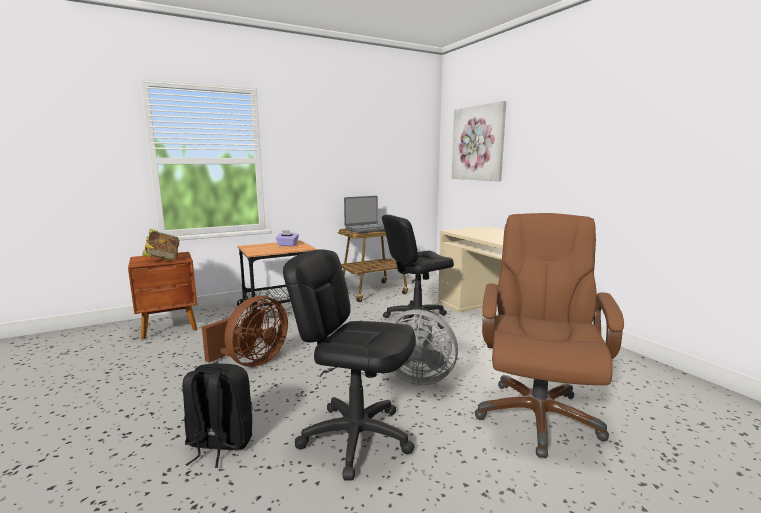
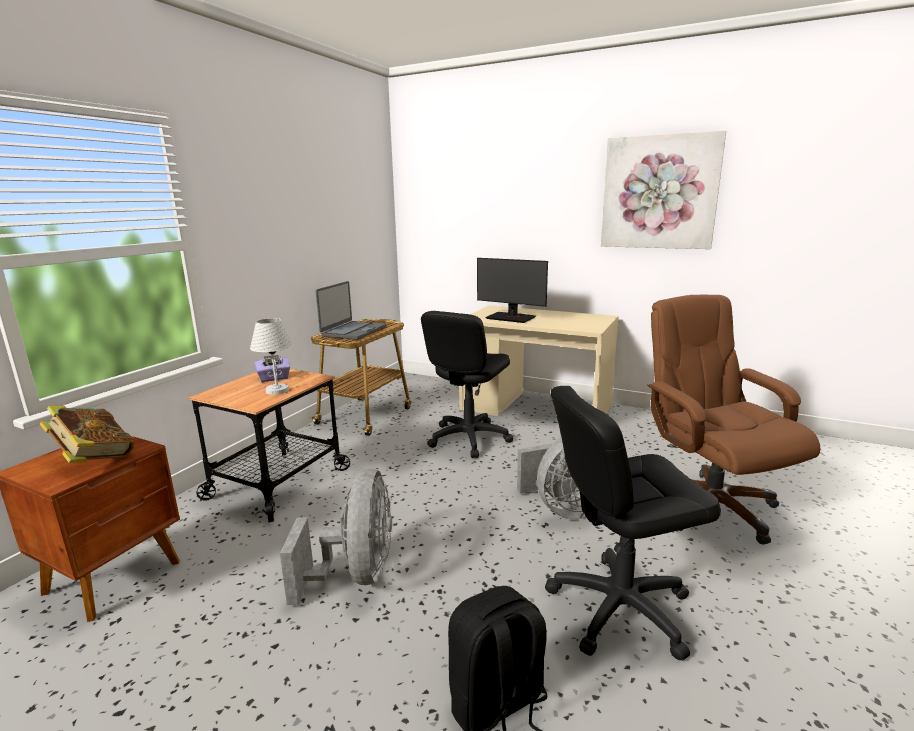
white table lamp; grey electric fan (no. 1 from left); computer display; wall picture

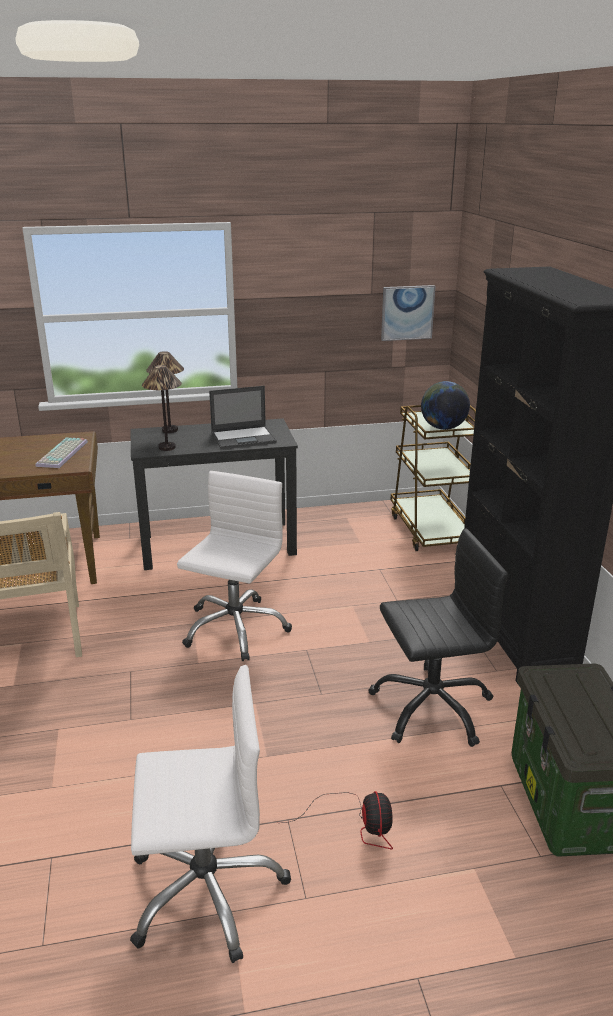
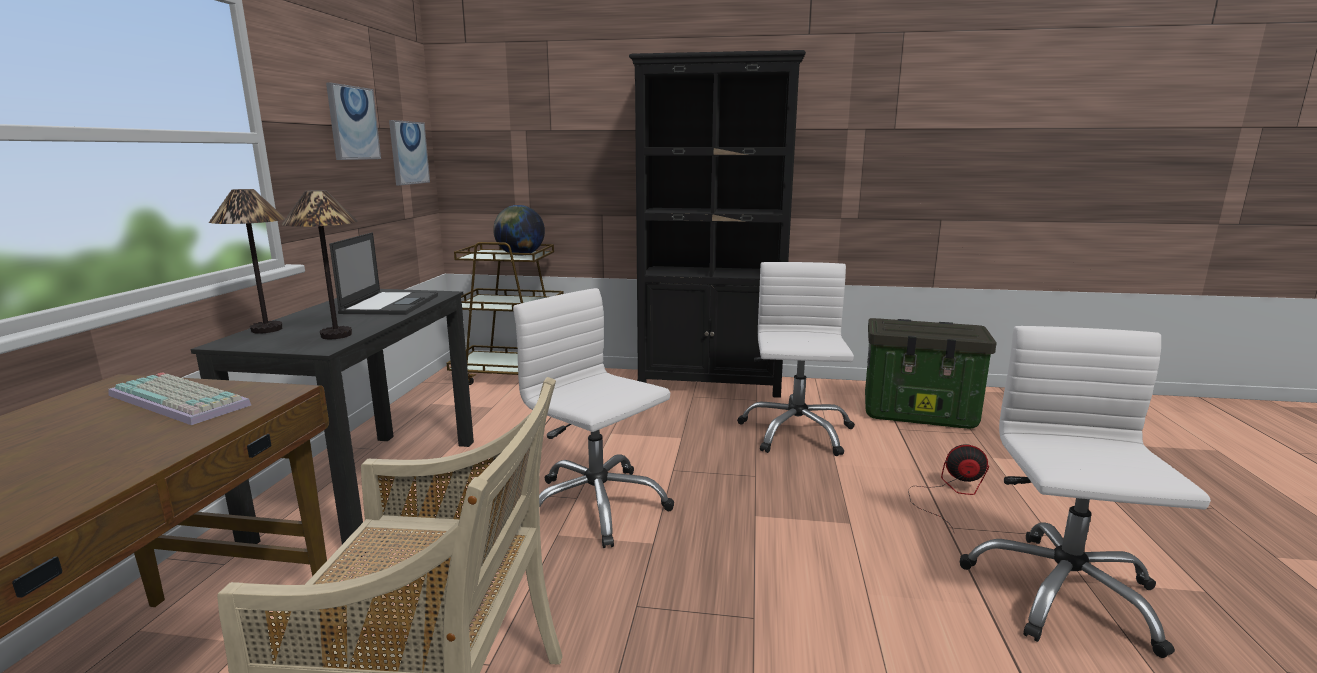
wall picture (no. 1 from left); white computer chair (no. 2 from left)

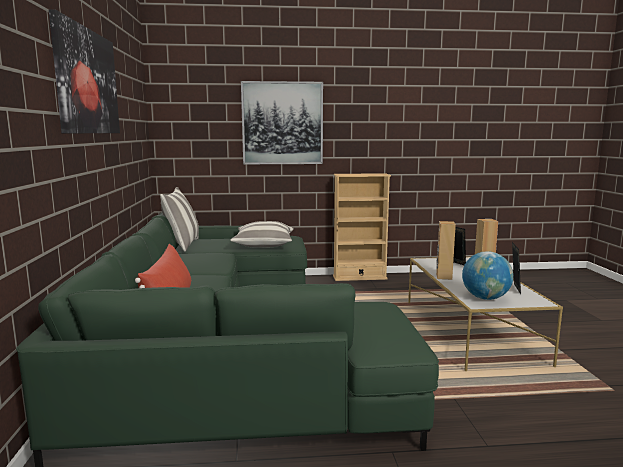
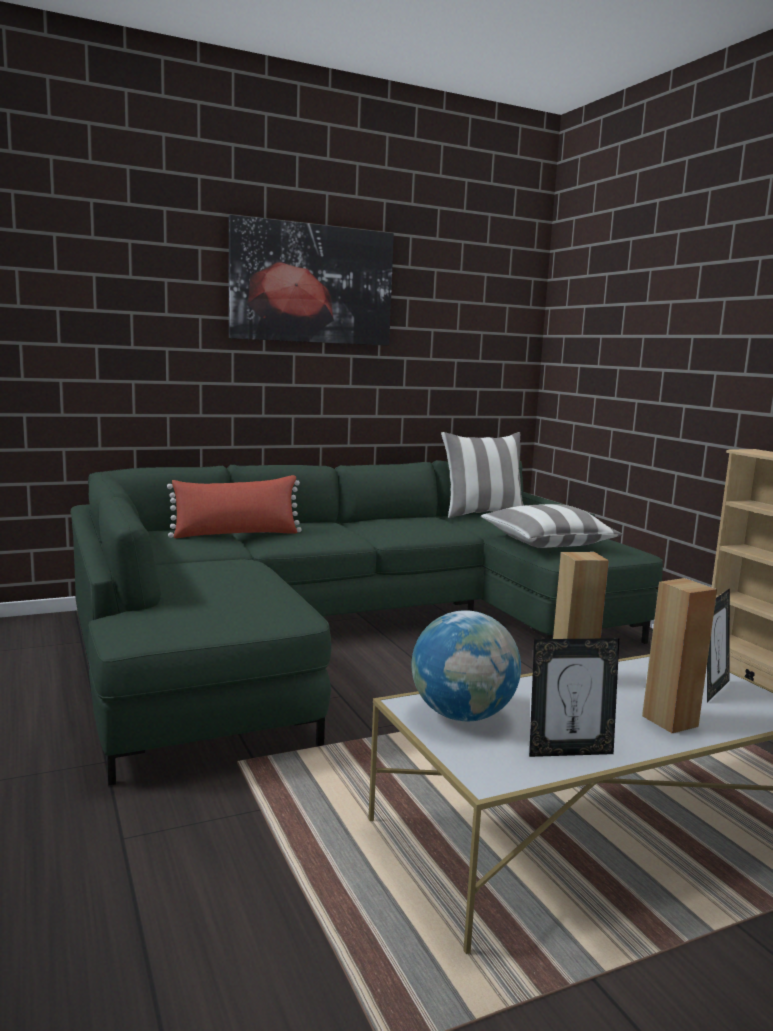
wall picture (no. 2 from left in the first image)

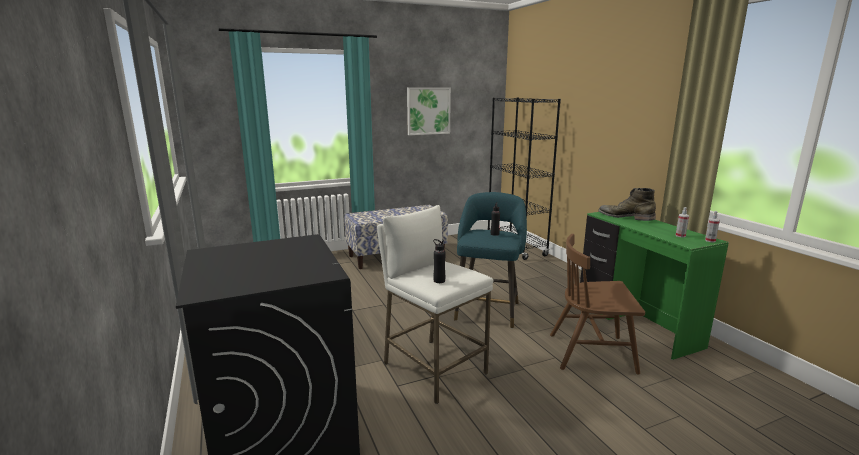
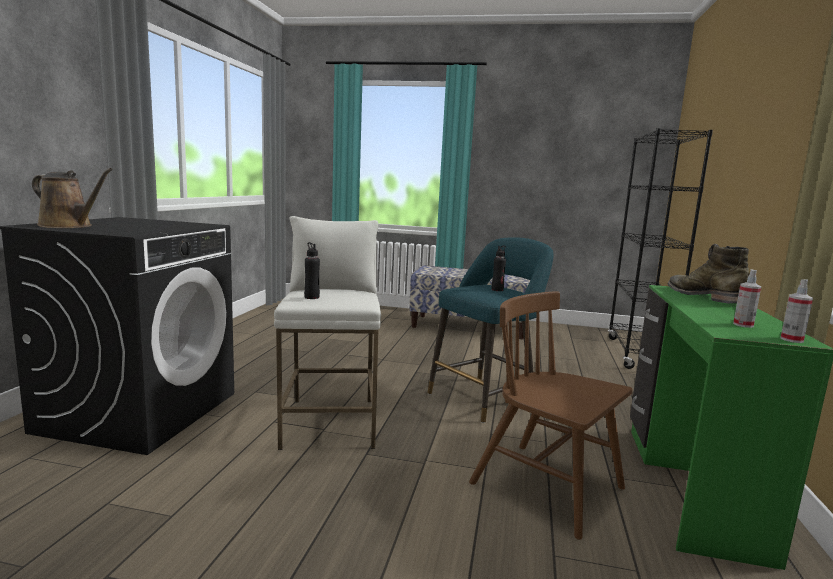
brown watering pot; wall picture

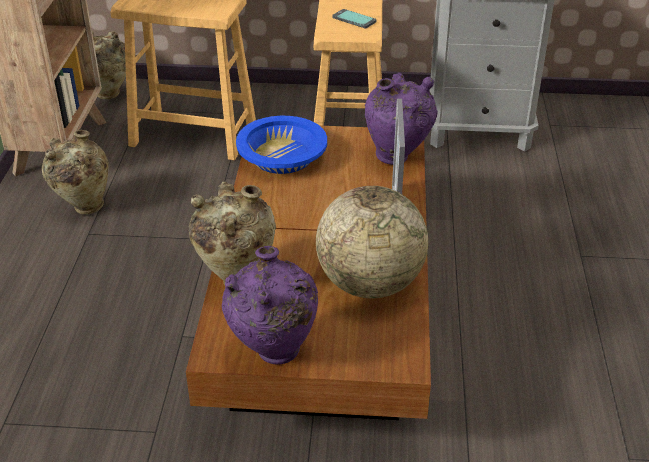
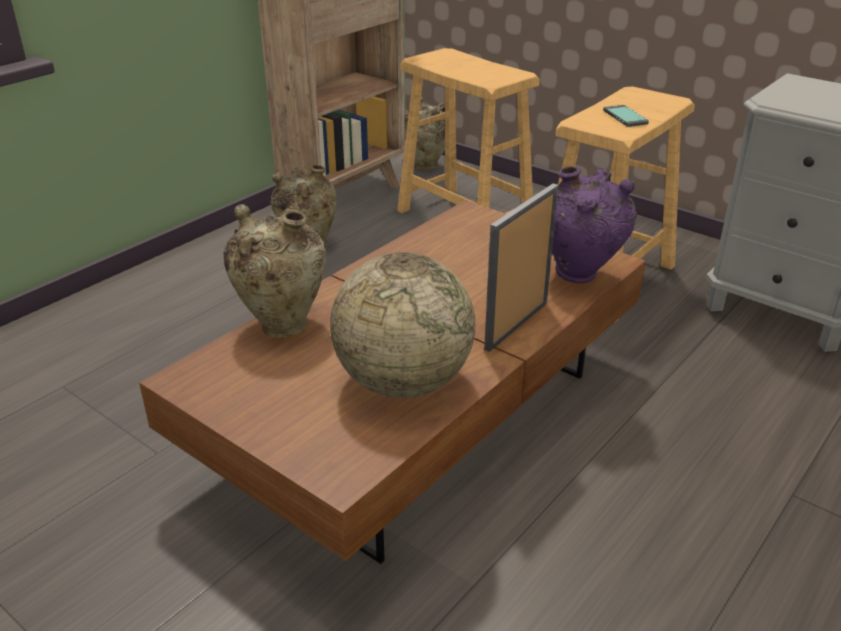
purple-coloured flower vase (no. 1 from left in the first image); blue-coloured bowl

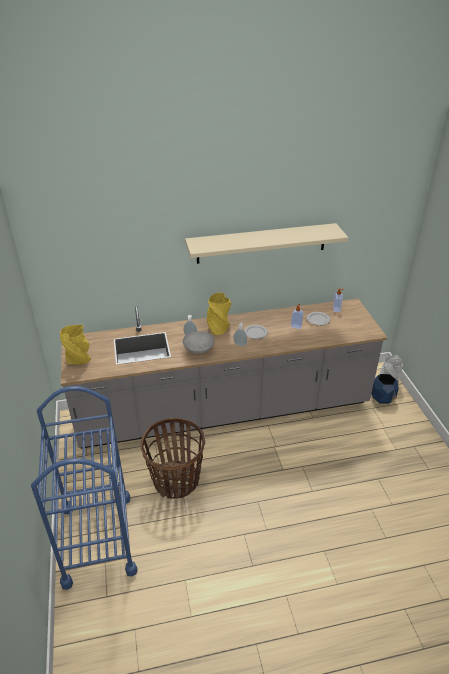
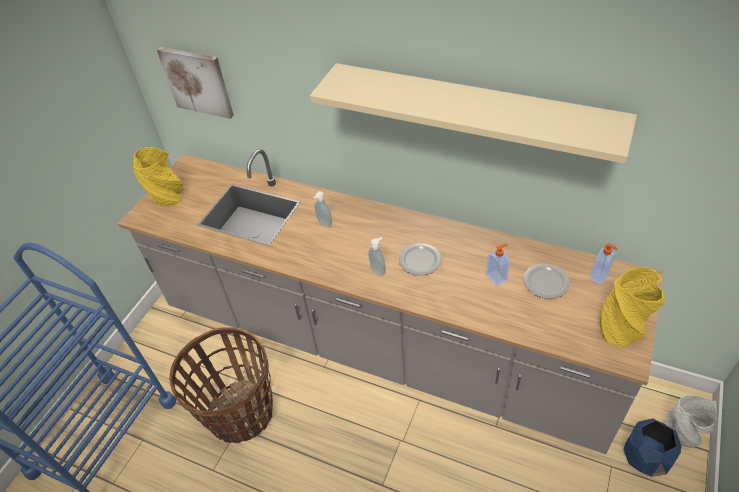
wall picture; yellow flower vase (no. 2 from left); grey bowl

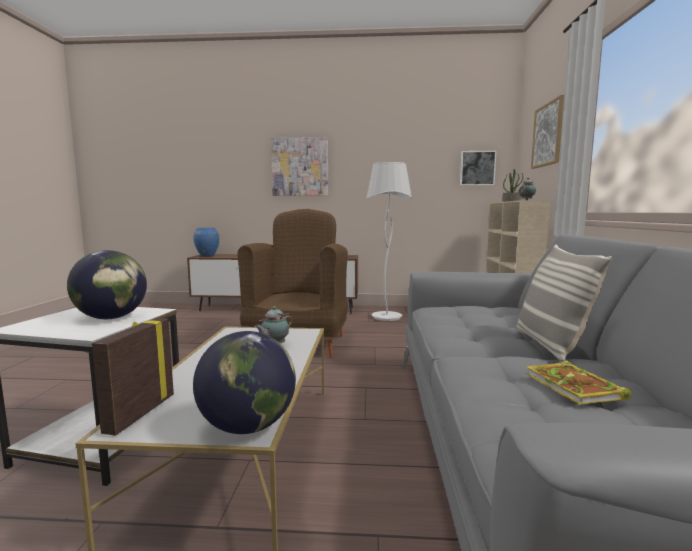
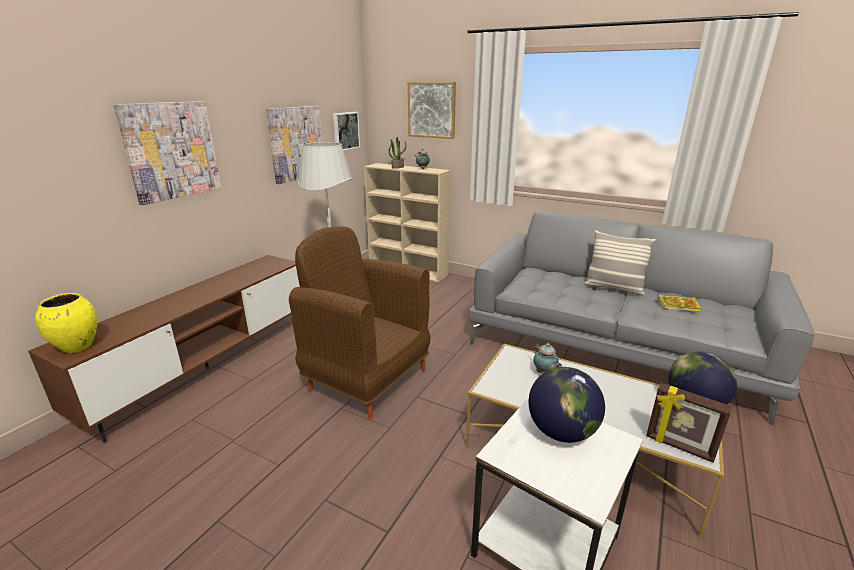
yellow flower vase; wall picture (no. 2 from left)

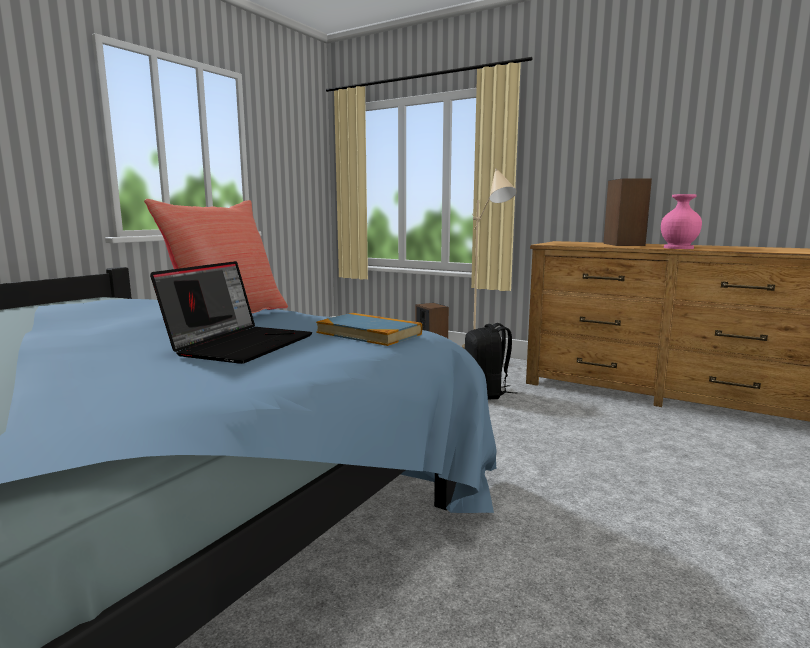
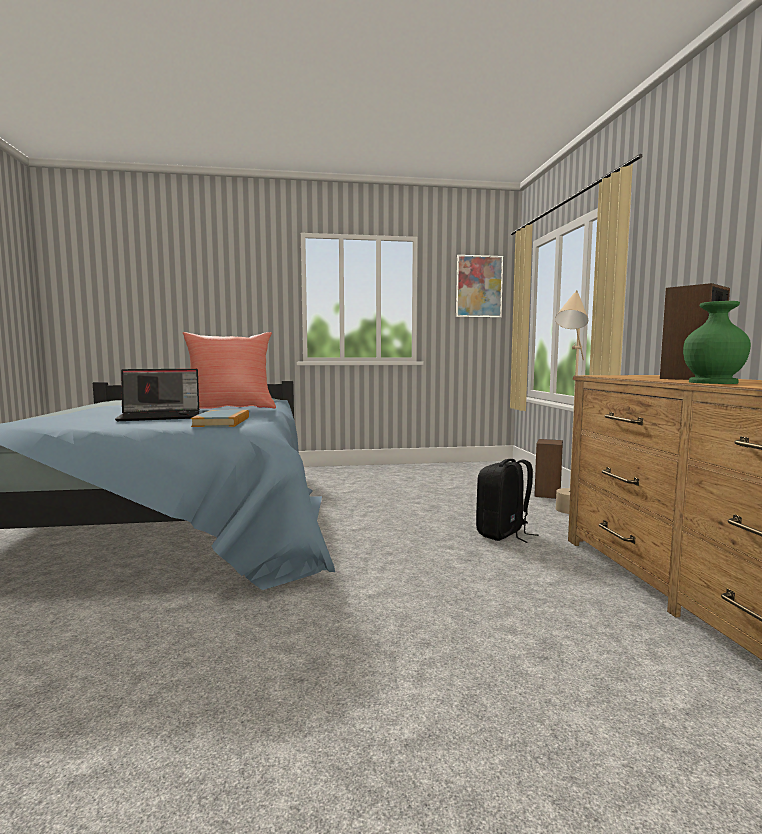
wall picture; green-coloured flower vase

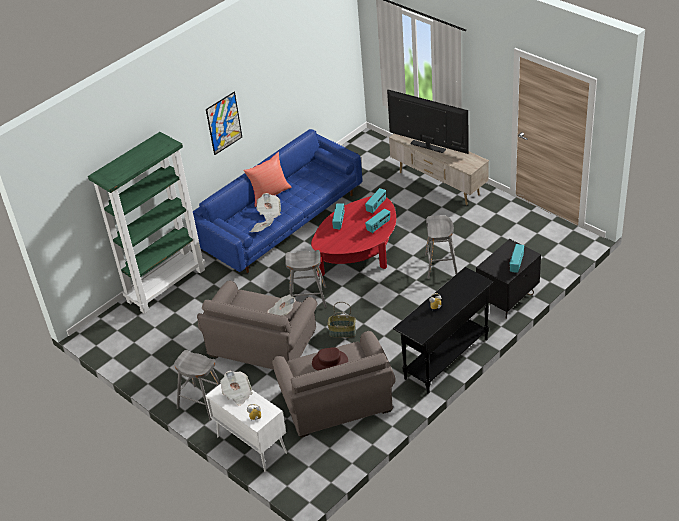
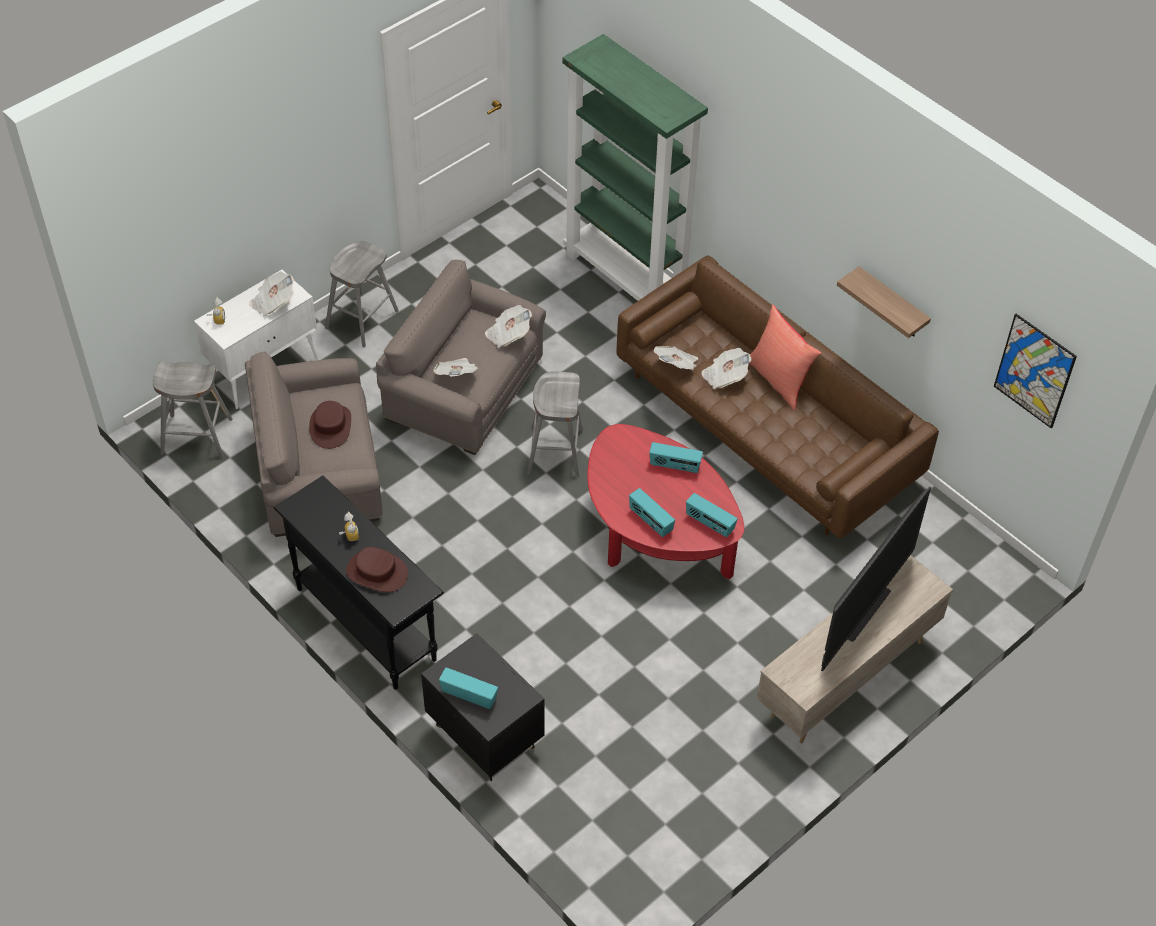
grey sitting stool (no. 1 from left); brown clothing hat (no. 2 from left); daily paper (no. 3 from left); brown sofa; bracket shelf; wall picture; basket

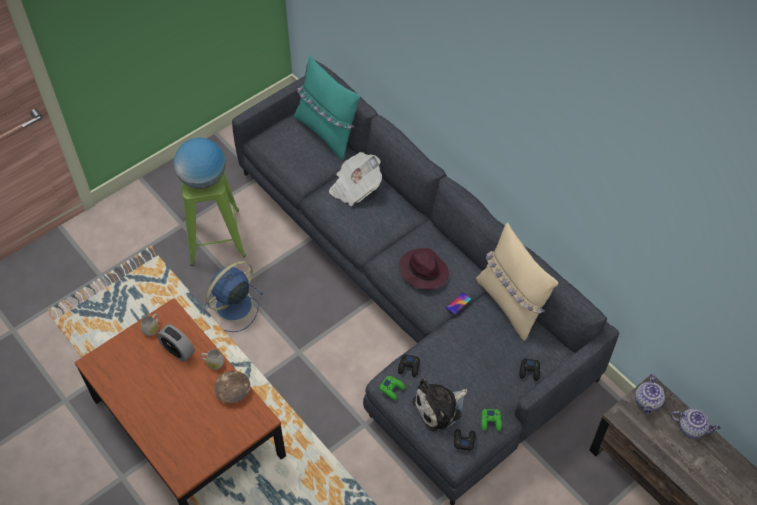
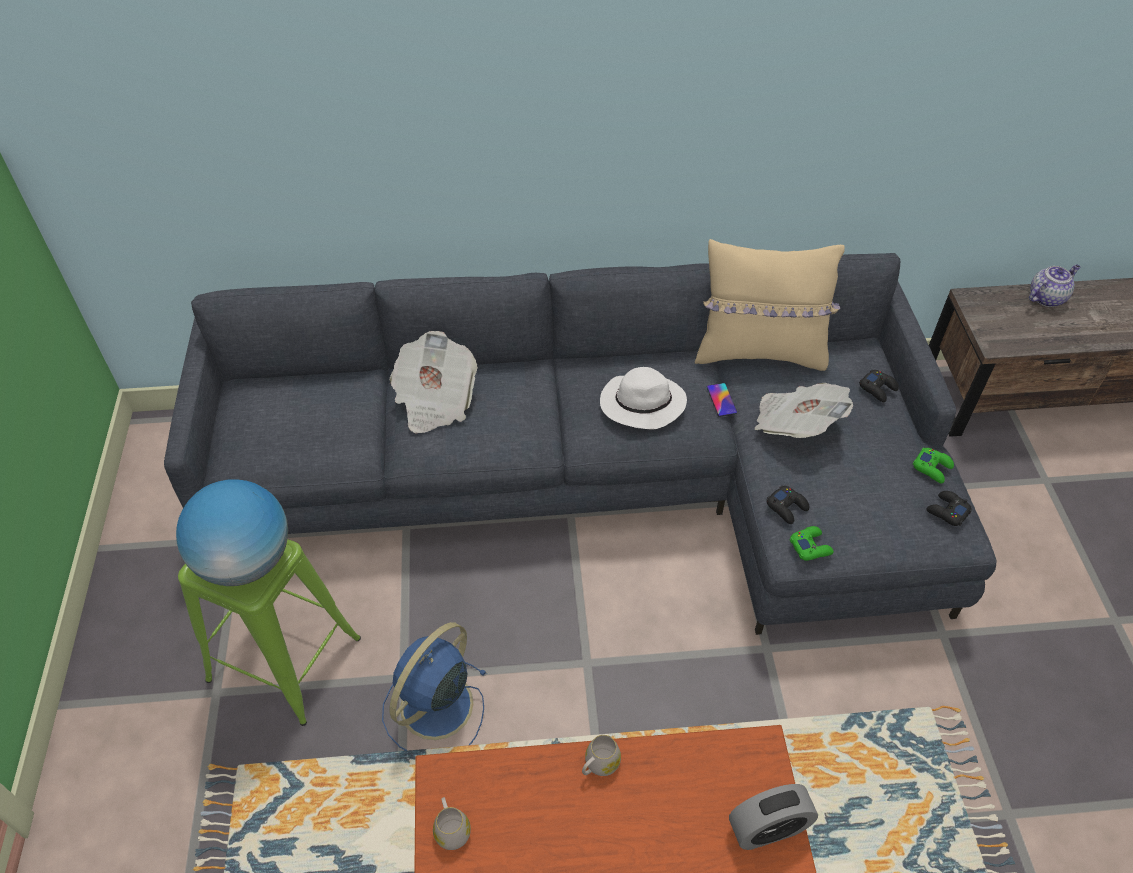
blue-coloured electric fan; white clothing hat; table clock; daily paper (no. 2 from left); brown bowl; turquoise throw pillow; soft toy; teapot (no. 1 from left in the first image)

